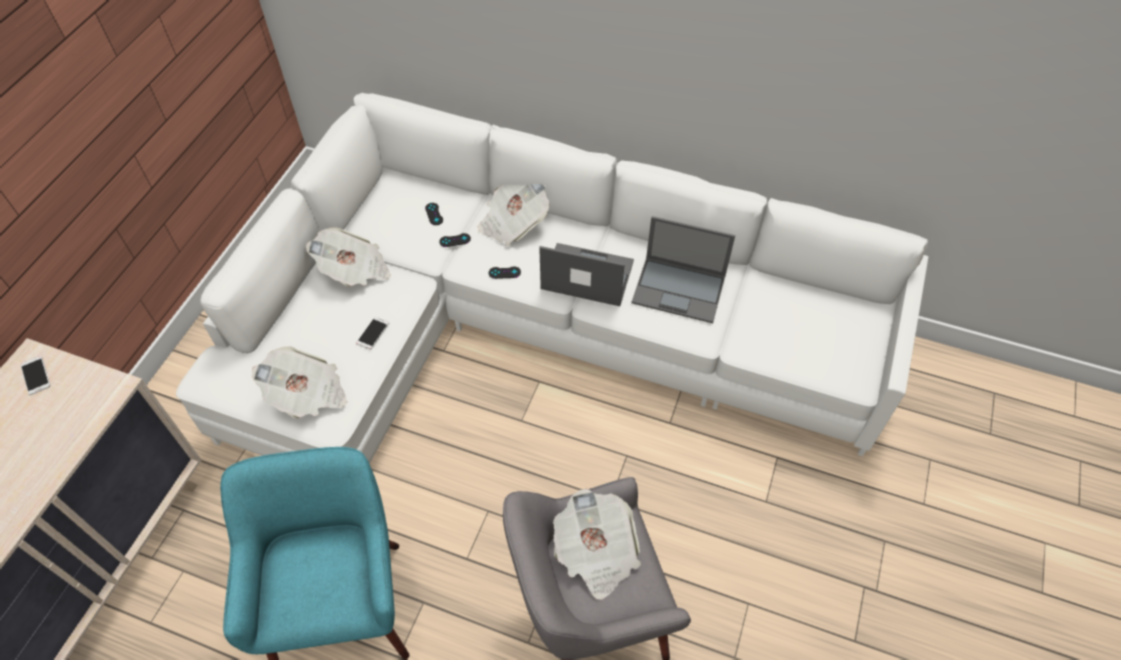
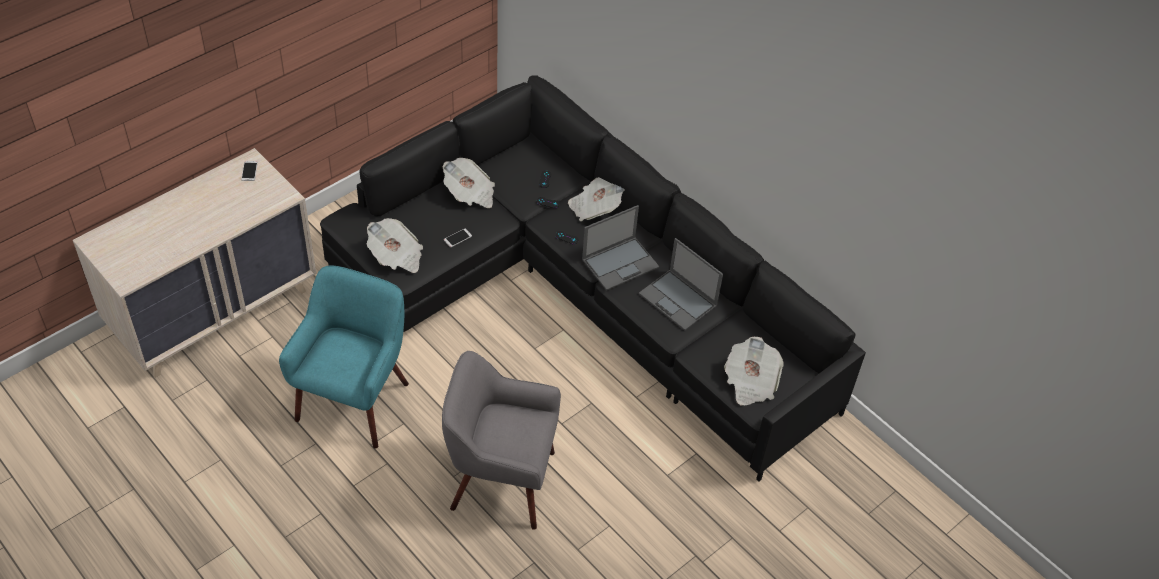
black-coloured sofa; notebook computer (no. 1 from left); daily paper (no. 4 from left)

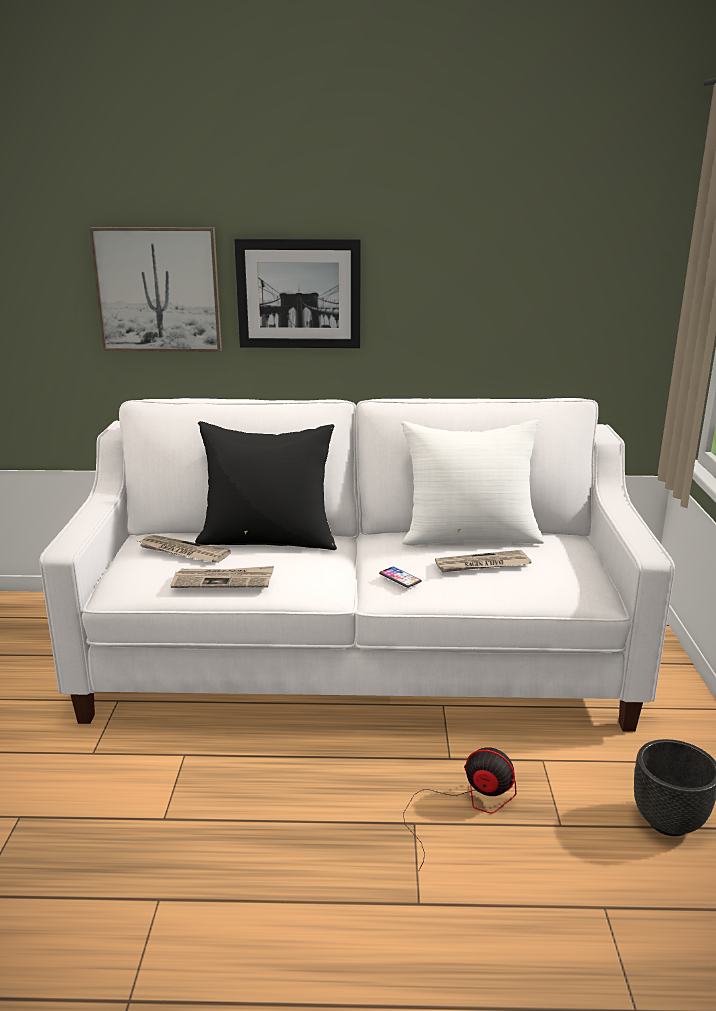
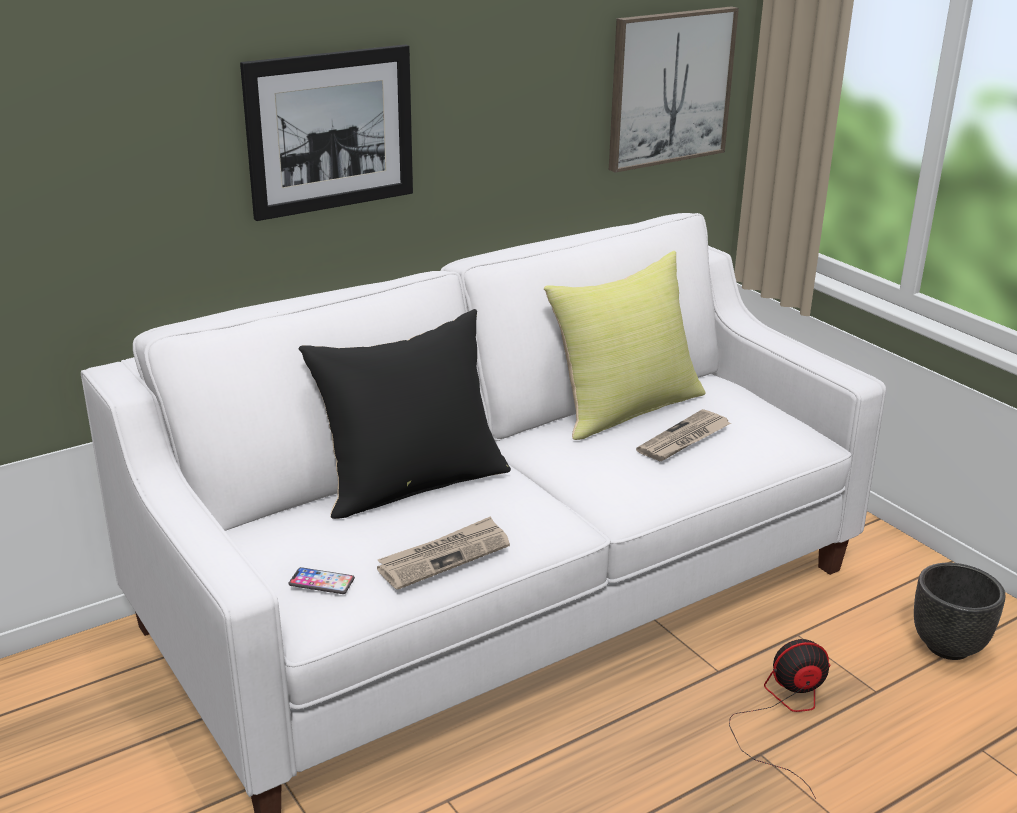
telephone; yellow throw pillow; wall picture (no. 2 from left); daily paper (no. 1 from left in the first image)

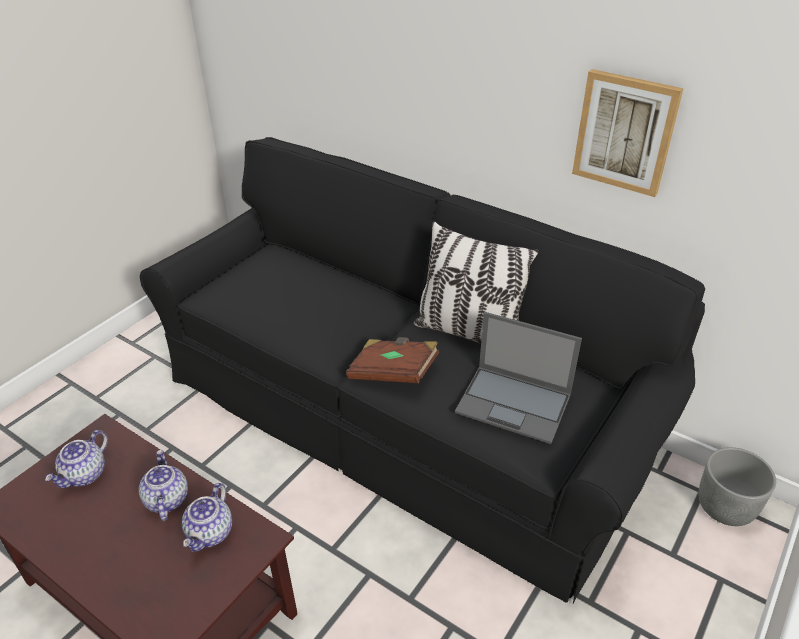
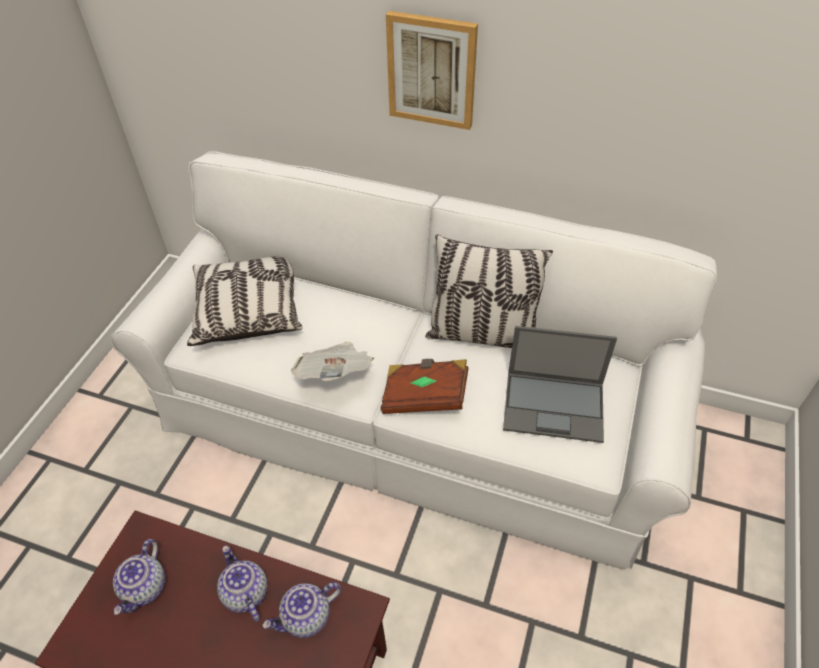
white sofa; throw pillow (no. 1 from left); teapot (no. 3 from left); daily paper; wall picture; grey plant pot

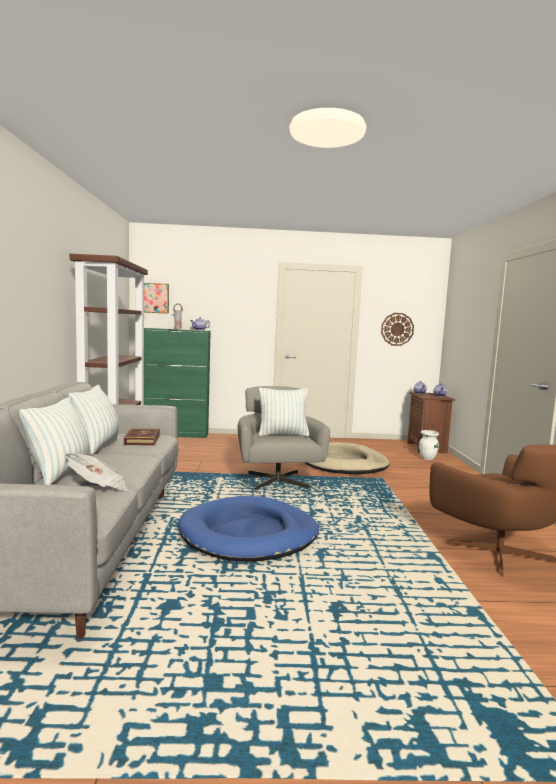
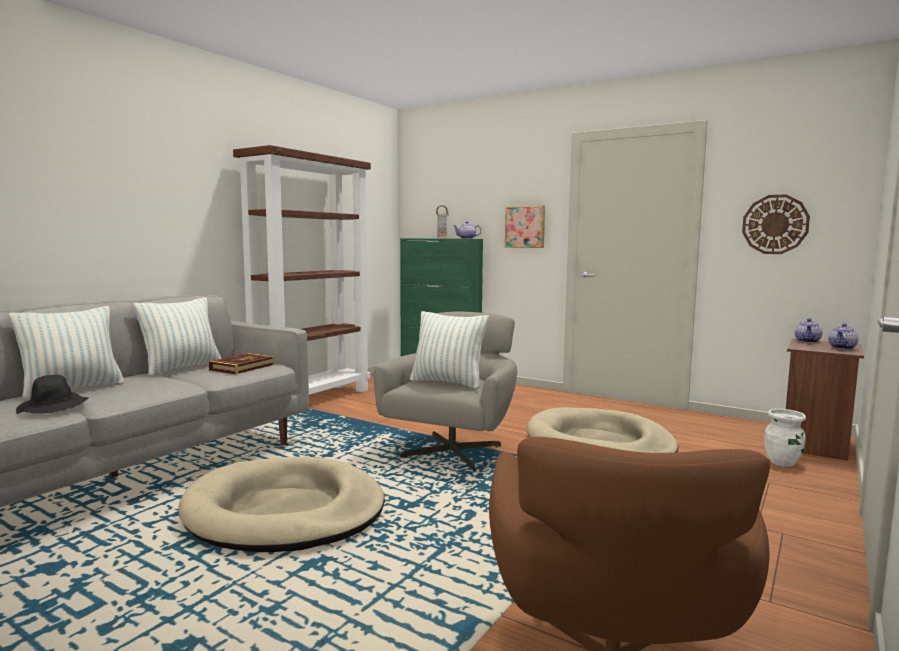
black-coloured clothing hat; beige-coloured dog cushion (no. 1 from left); wall picture

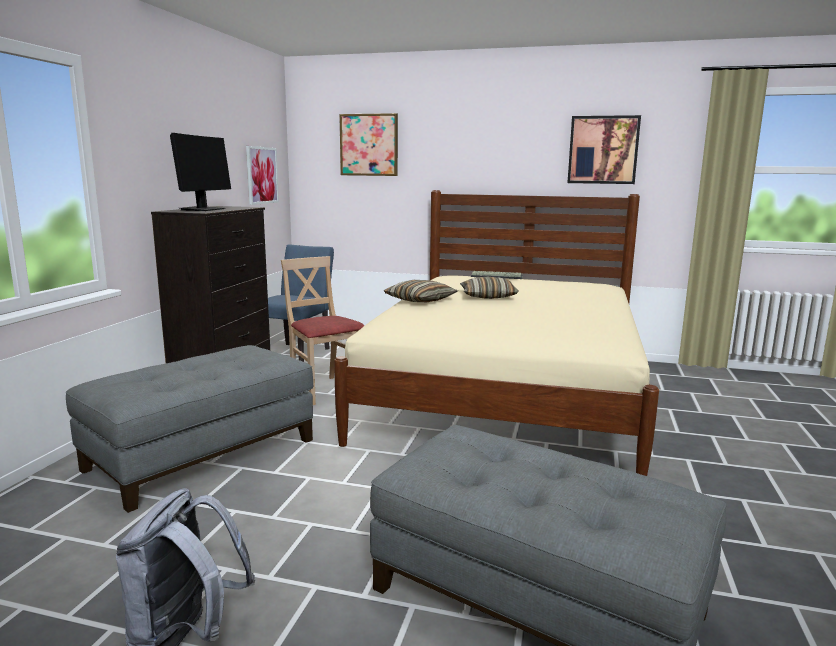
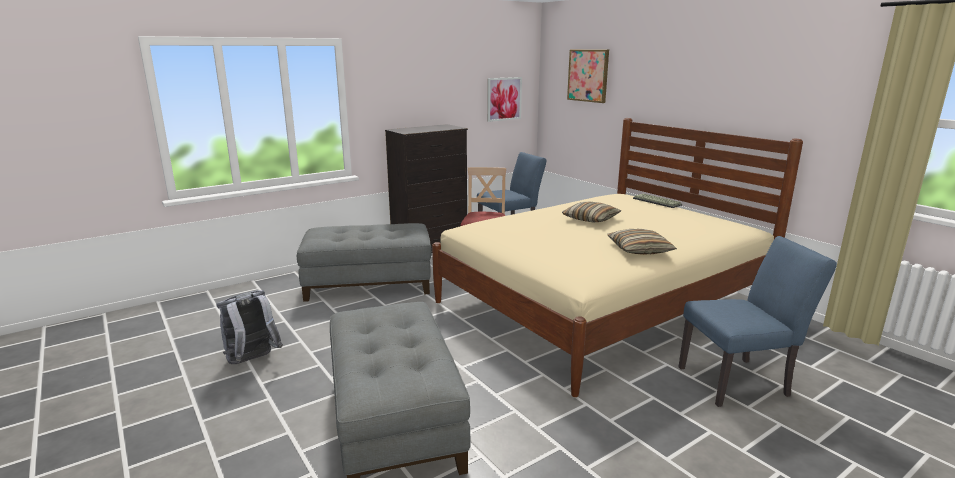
throw pillow (no. 2 from left); blue-coloured upright chair (no. 2 from left); computer display; wall picture (no. 3 from left in the first image)

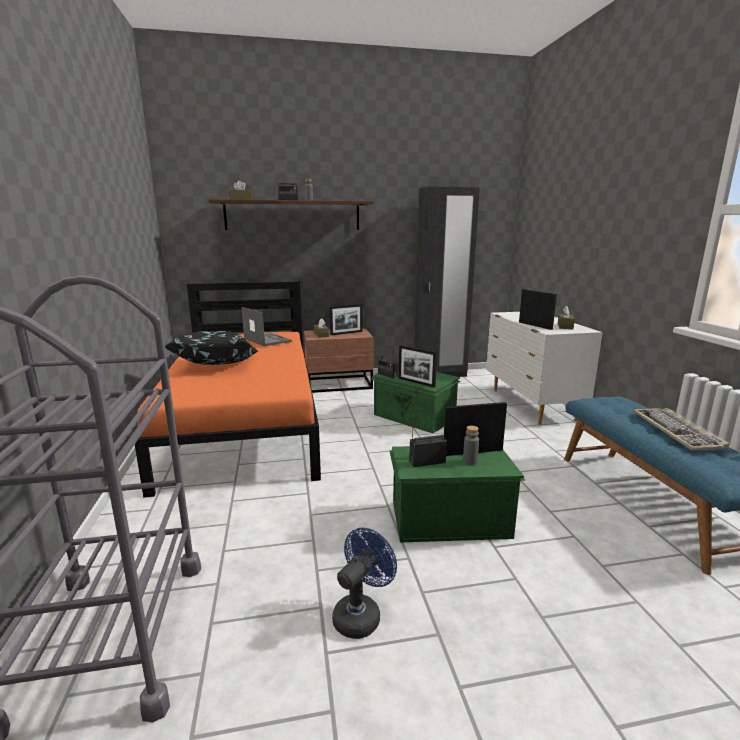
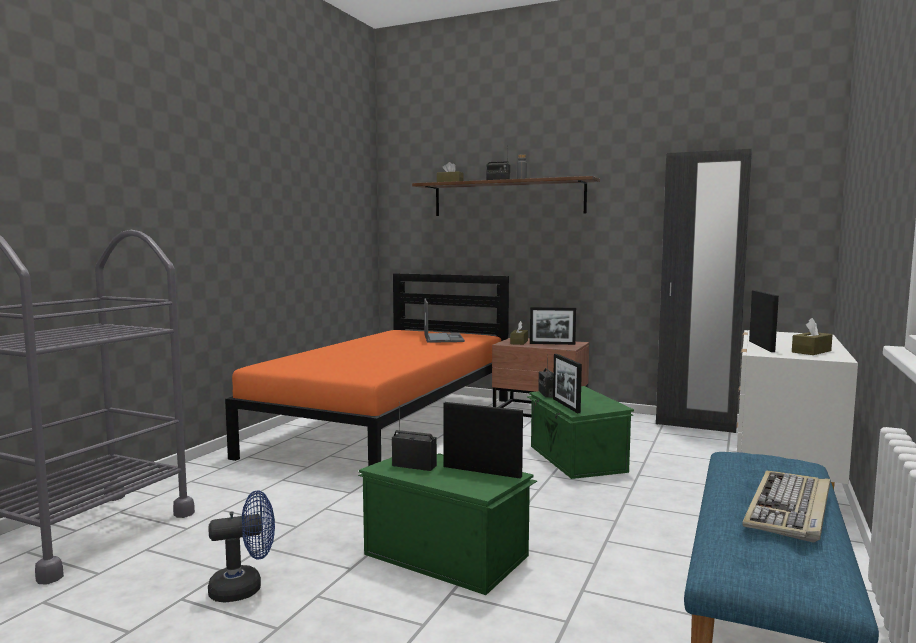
black-coloured throw pillow; grey drink bottle (no. 2 from left in the first image)

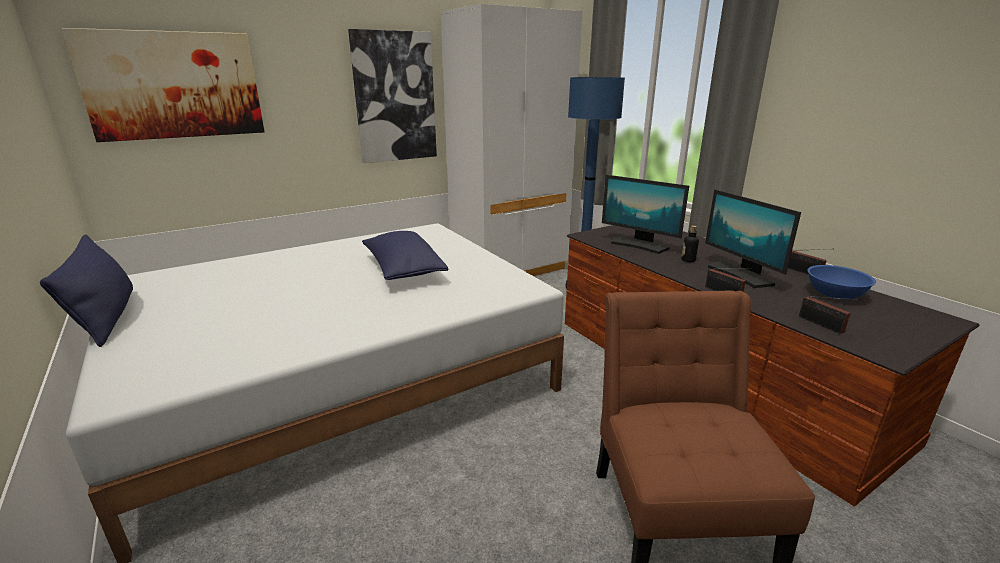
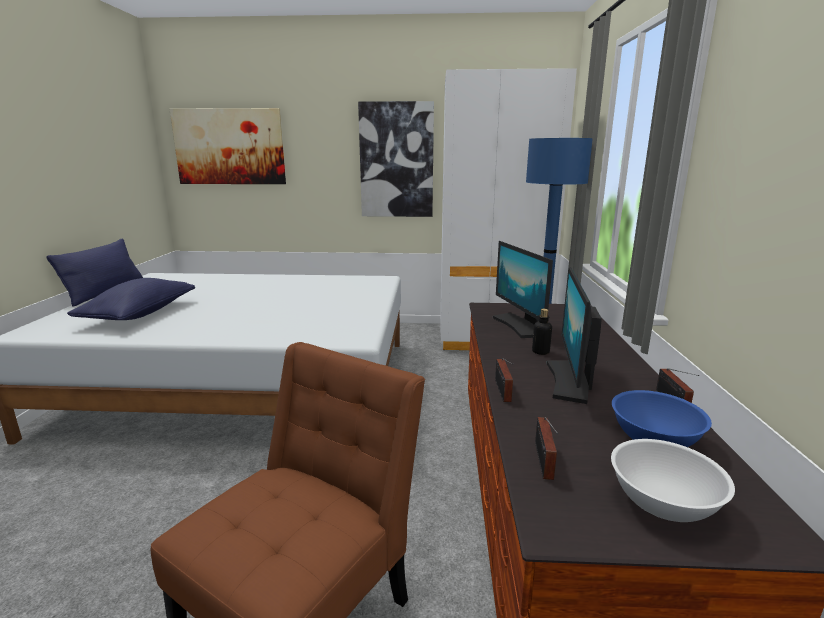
blue-coloured throw pillow (no. 2 from left); white bowl

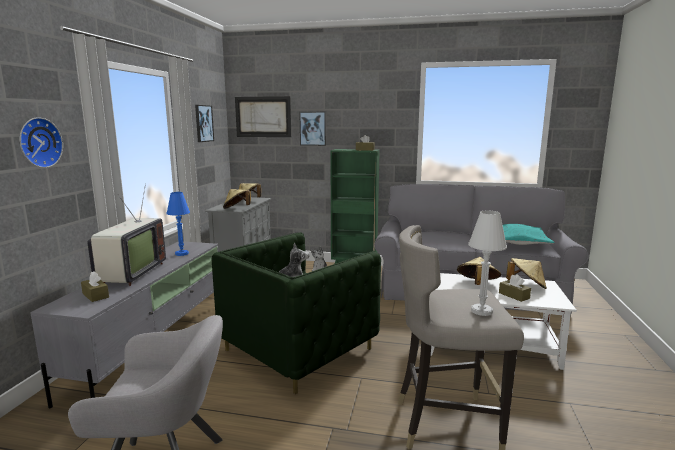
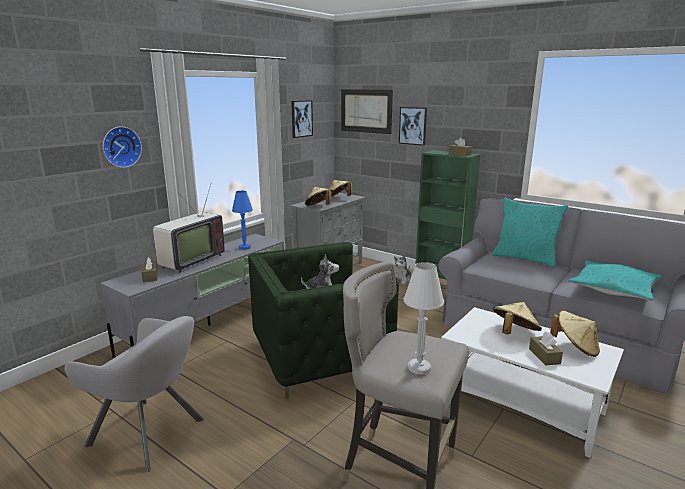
turquoise throw pillow (no. 1 from left)

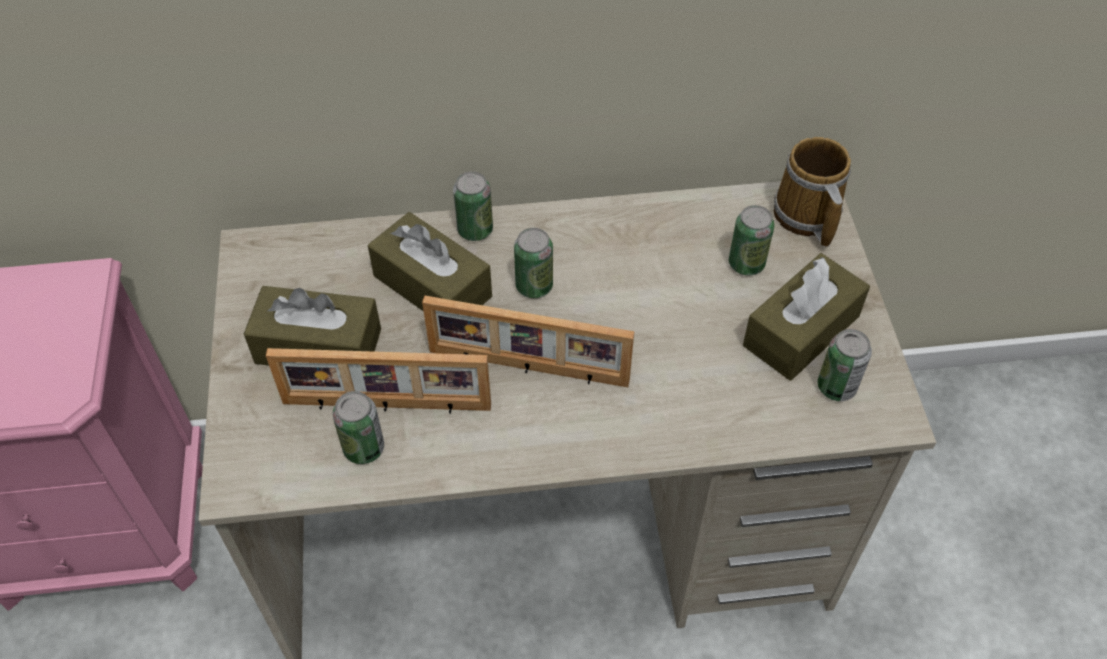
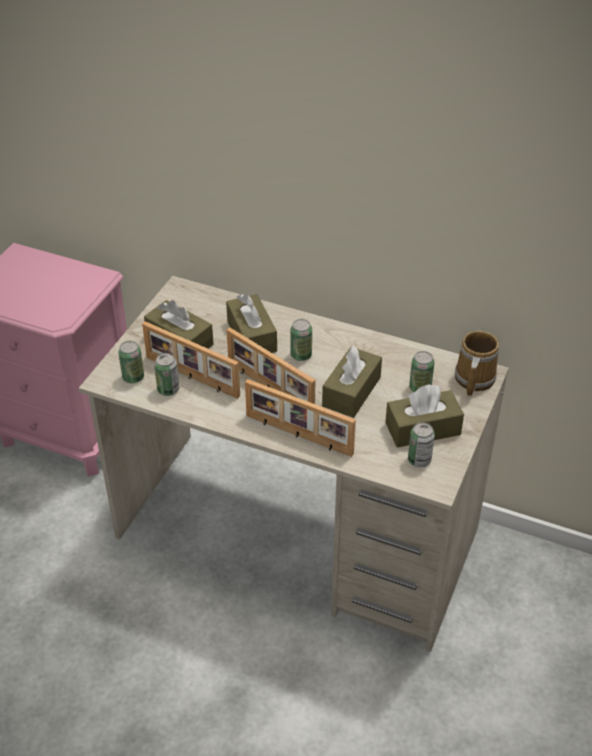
metal can (no. 1 from left); standing frame (no. 3 from left); brown tissue box (no. 3 from left)

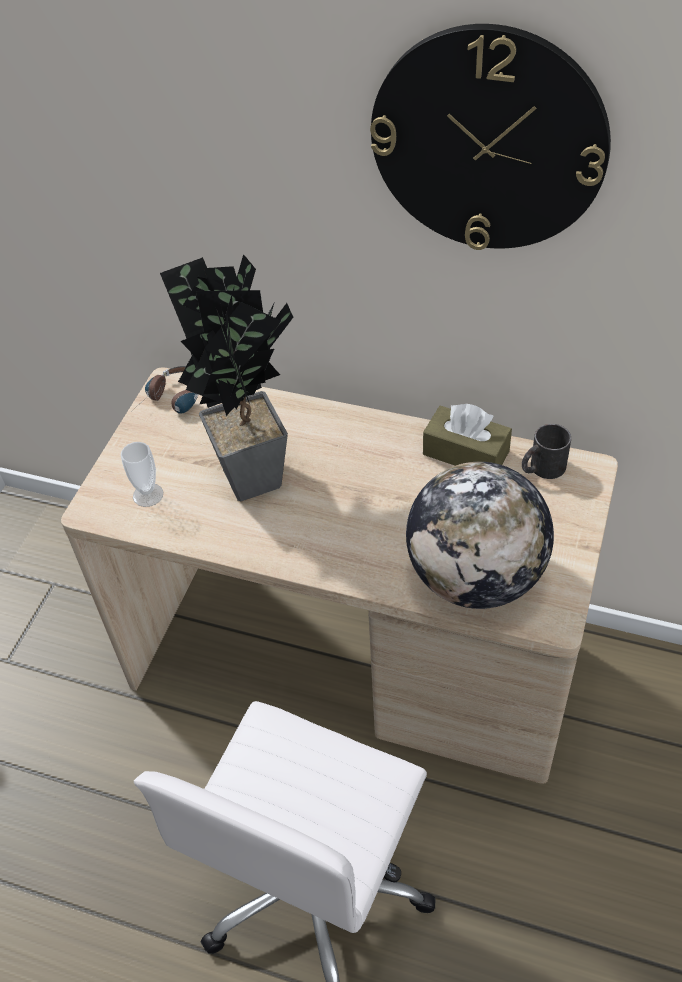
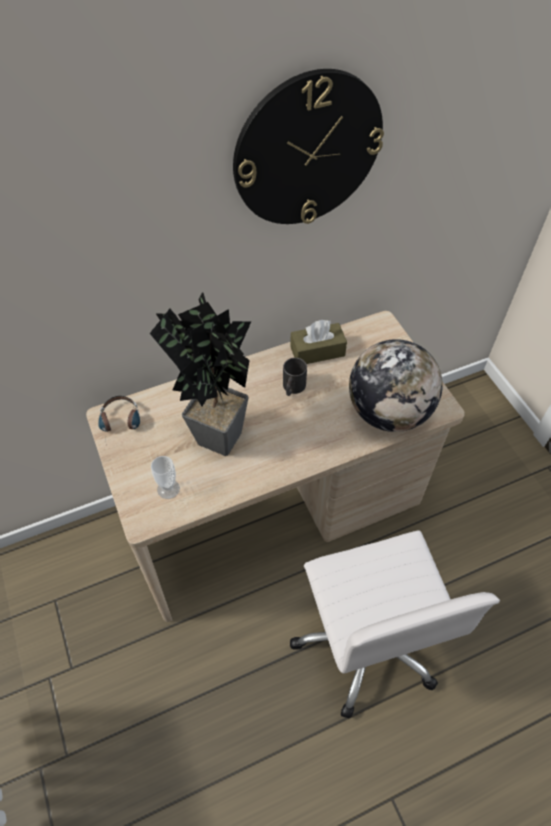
black-coloured coffee mug

